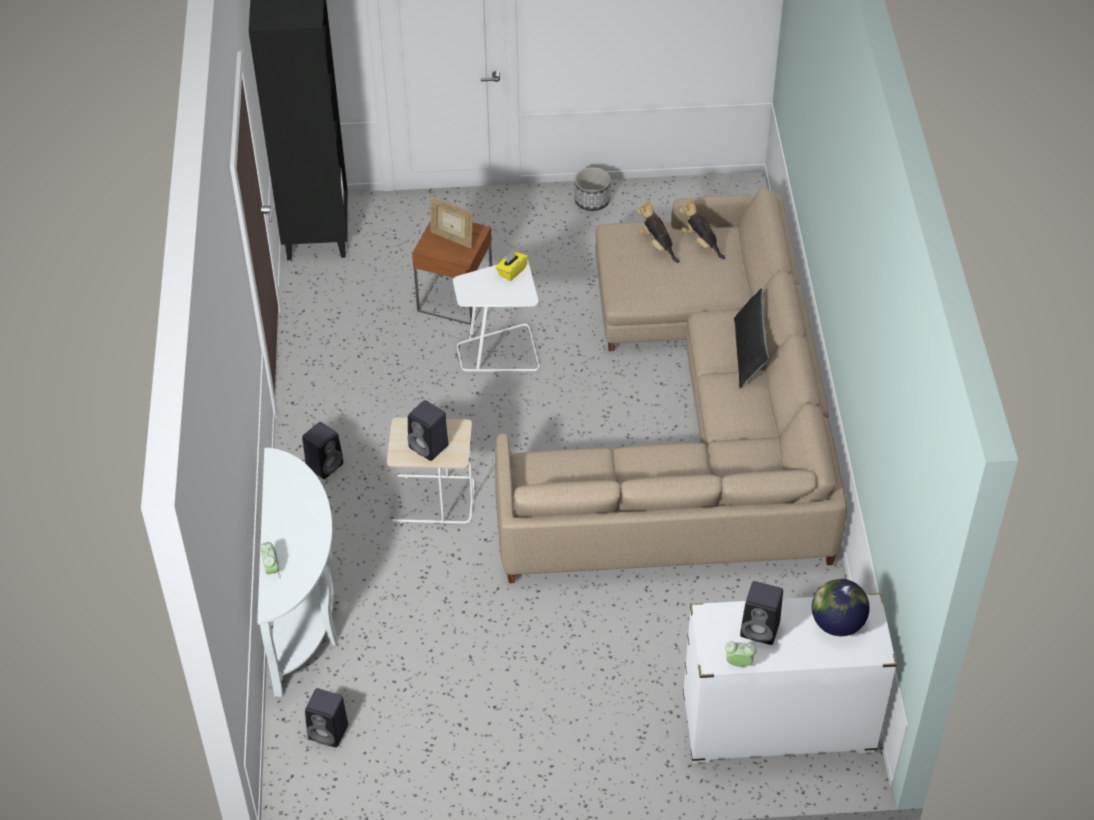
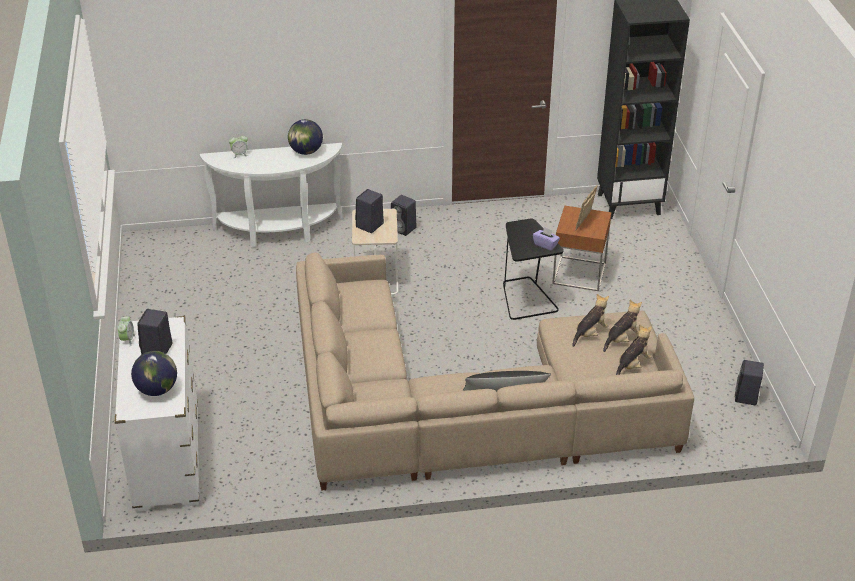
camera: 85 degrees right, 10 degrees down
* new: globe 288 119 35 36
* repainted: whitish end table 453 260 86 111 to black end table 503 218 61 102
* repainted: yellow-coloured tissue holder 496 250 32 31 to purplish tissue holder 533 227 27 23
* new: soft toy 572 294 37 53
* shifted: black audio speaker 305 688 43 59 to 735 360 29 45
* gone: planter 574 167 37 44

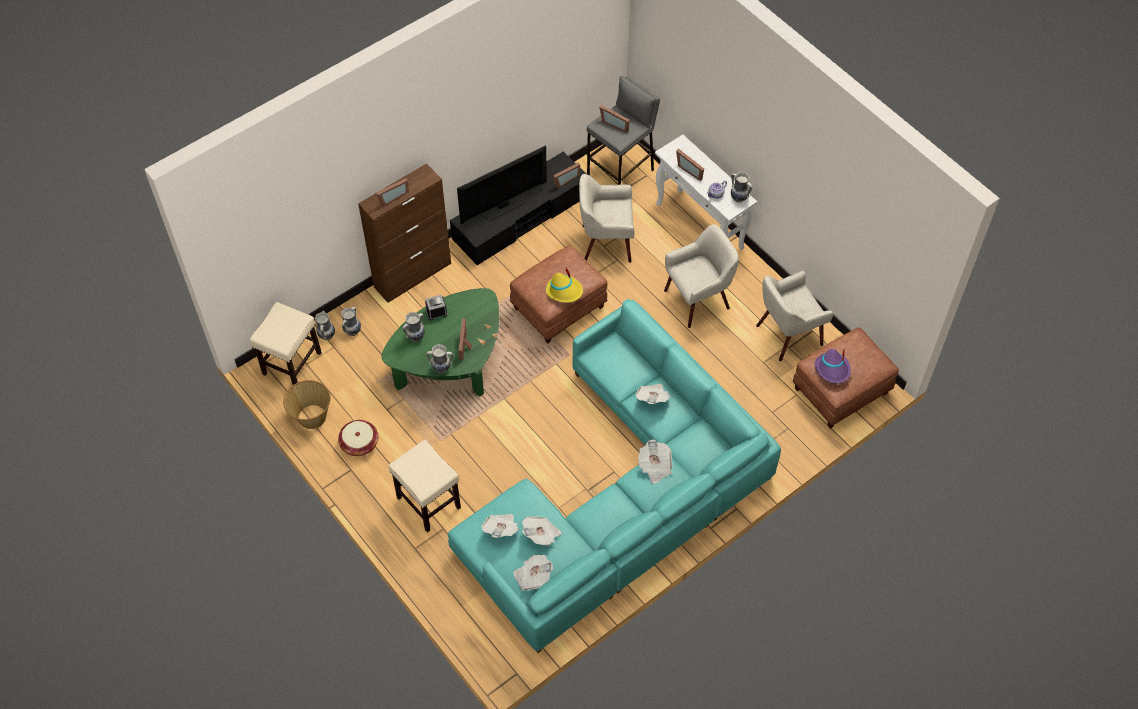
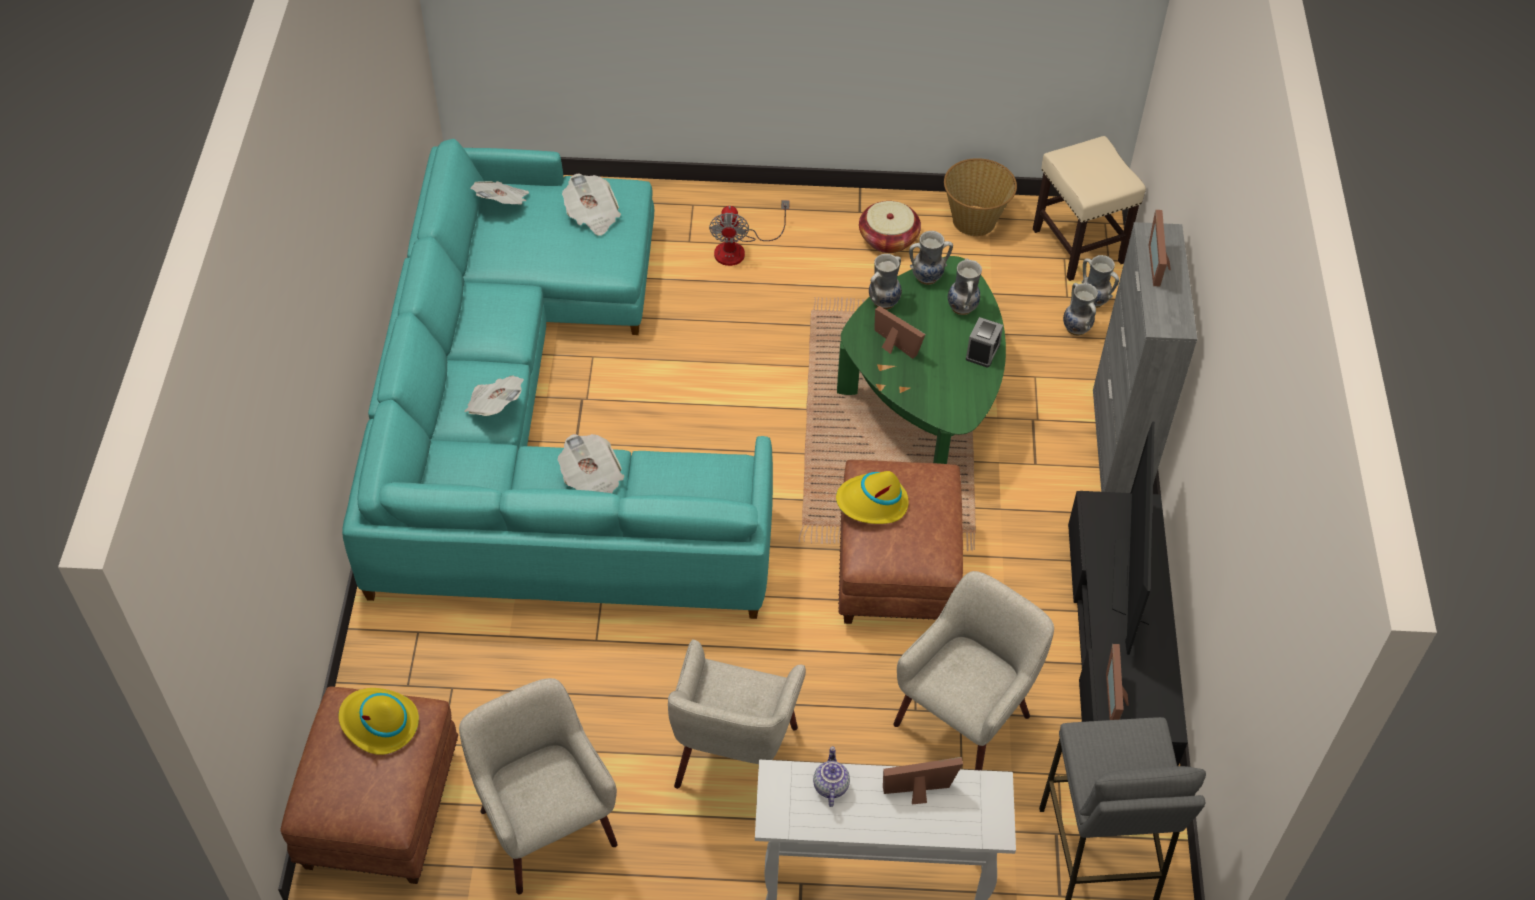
camera: 130 degrees right, 5 degrees down
* repainted: purplish wearable hat 815 347 36 37 to yellow-coloured wearable hat 338 688 81 67
* rotated: sand-coloured lounge chair 756 271 77 90 = 459 678 159 216 45 degrees counterclockwise
* swapped: sand-coloured stool 388 439 73 93 to cooling fan 709 200 81 66
* shifted: flower vase 731 172 21 31 to 909 231 44 54
* repainted: brown-coloured storage cabinet 358 163 93 140 to grey storage cabinet 1093 222 104 271
* gone: newspaper 522 516 39 30
* gone: photo frame 599 105 31 28

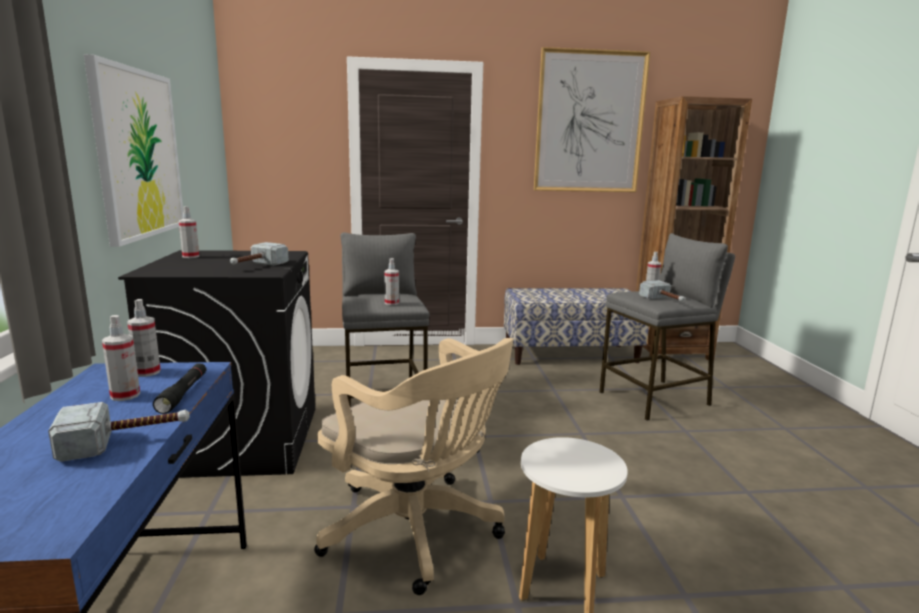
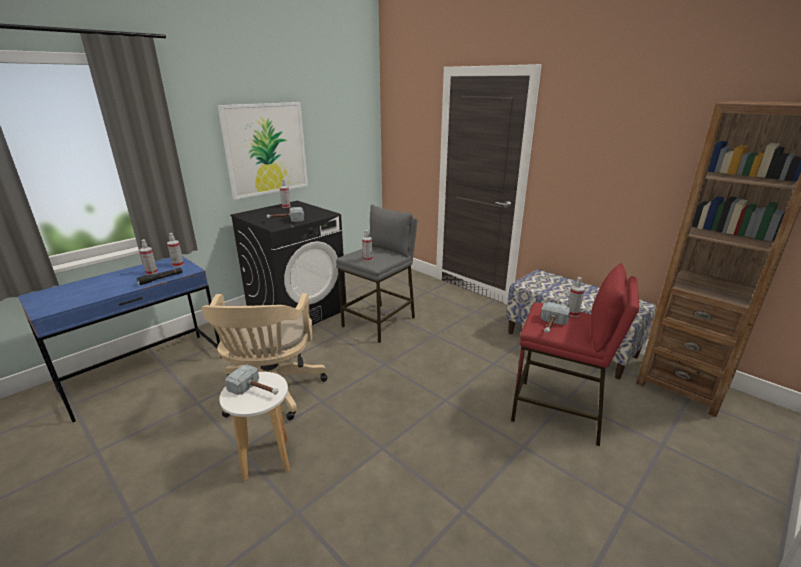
camera: 50 degrees right, 10 degrees up
* shifted: hand hammer 48 402 142 60 to 225 365 53 30
* repainted: grey stool 600 233 135 188 to red stool 511 263 128 183
* gone: wall picture 534 47 116 145

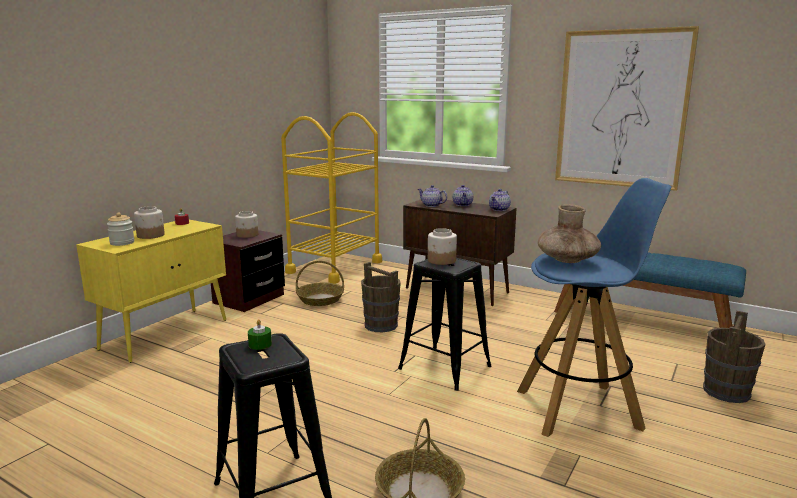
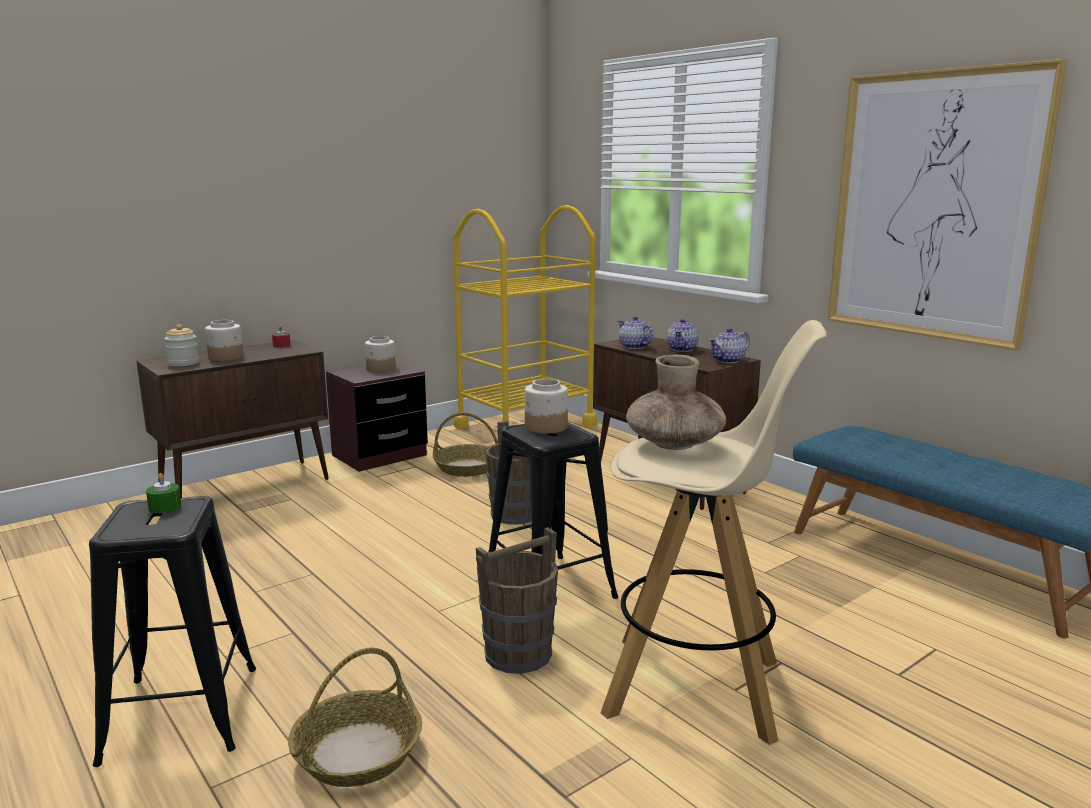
camera: 20 degrees right, 0 degrees up
* repainted: yellow-coloured storage cabinet 76 220 150 143 to brown-coloured storage cabinet 136 340 193 158
* shifted: brown-coloured bucket 703 311 63 92 to 476 527 82 147
* repainted: bluish stool 517 178 155 259 to sand-coloured stool 601 320 226 425

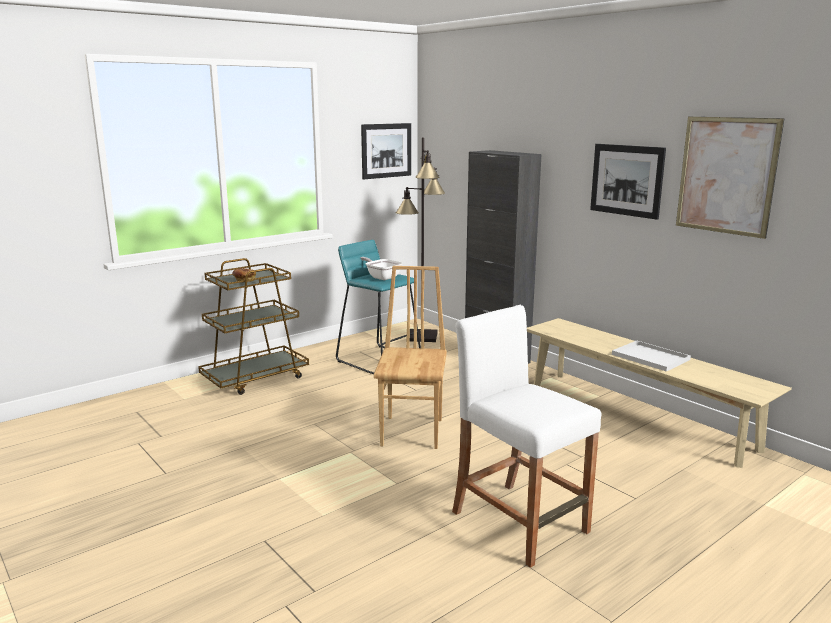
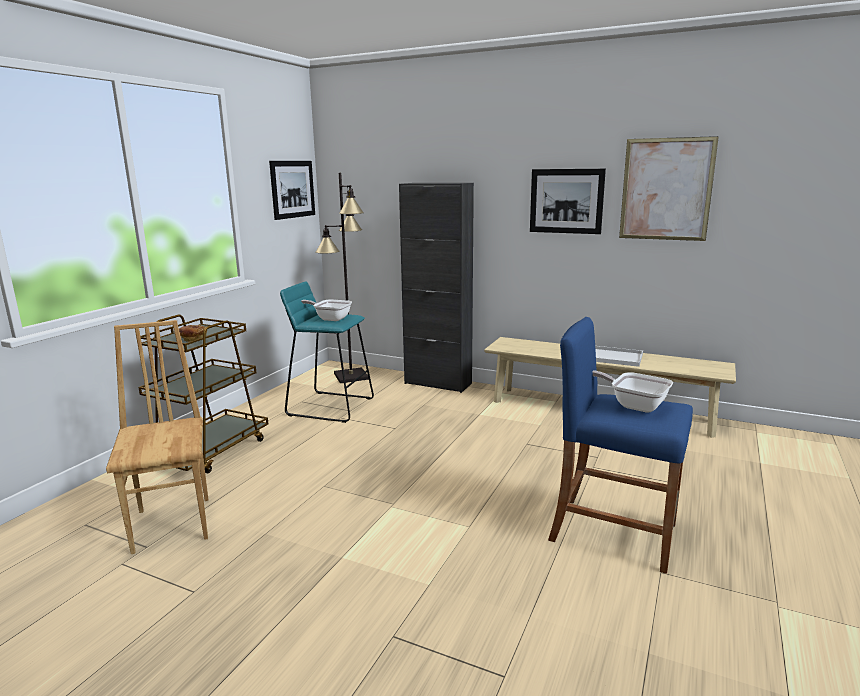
camera: 25 degrees left, 0 degrees up
* shifted: brown-coloured chair 374 266 73 183 to 106 320 102 234
* repainted: whitish stool 452 305 149 263 to bluish stool 548 317 145 257
* new: frying pan 592 370 81 43

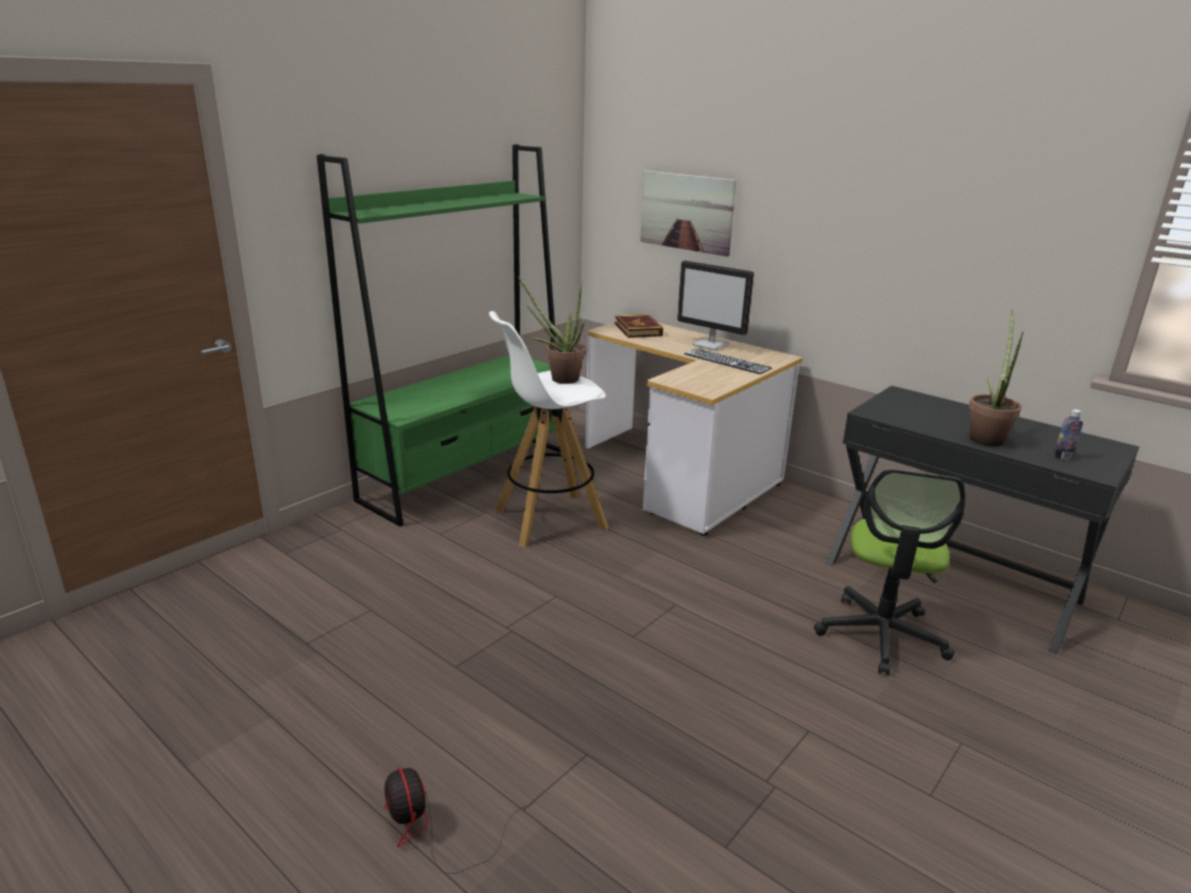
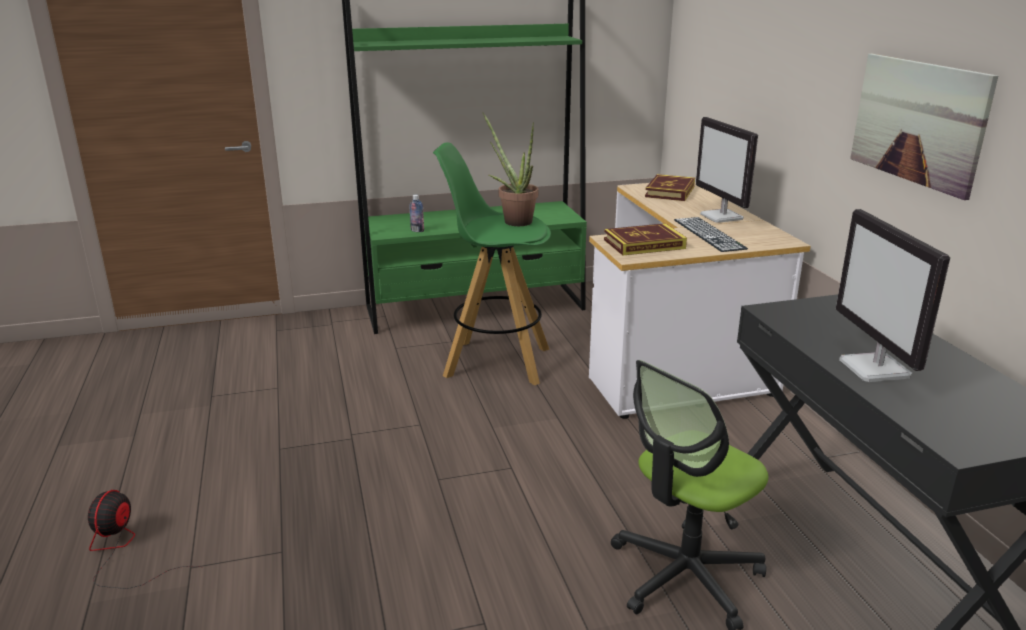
camera: 35 degrees right, 0 degrees up
* shifted: bottle 1054 409 29 51 to 409 195 15 37
* repainted: whitish stool 489 311 120 236 to greenish stool 433 142 118 243
* new: book 604 223 83 32
* swapped: houseplant 969 310 55 137 to computer screen 836 209 114 173
* shifted: wall picture 640 170 96 87 to 850 54 148 146

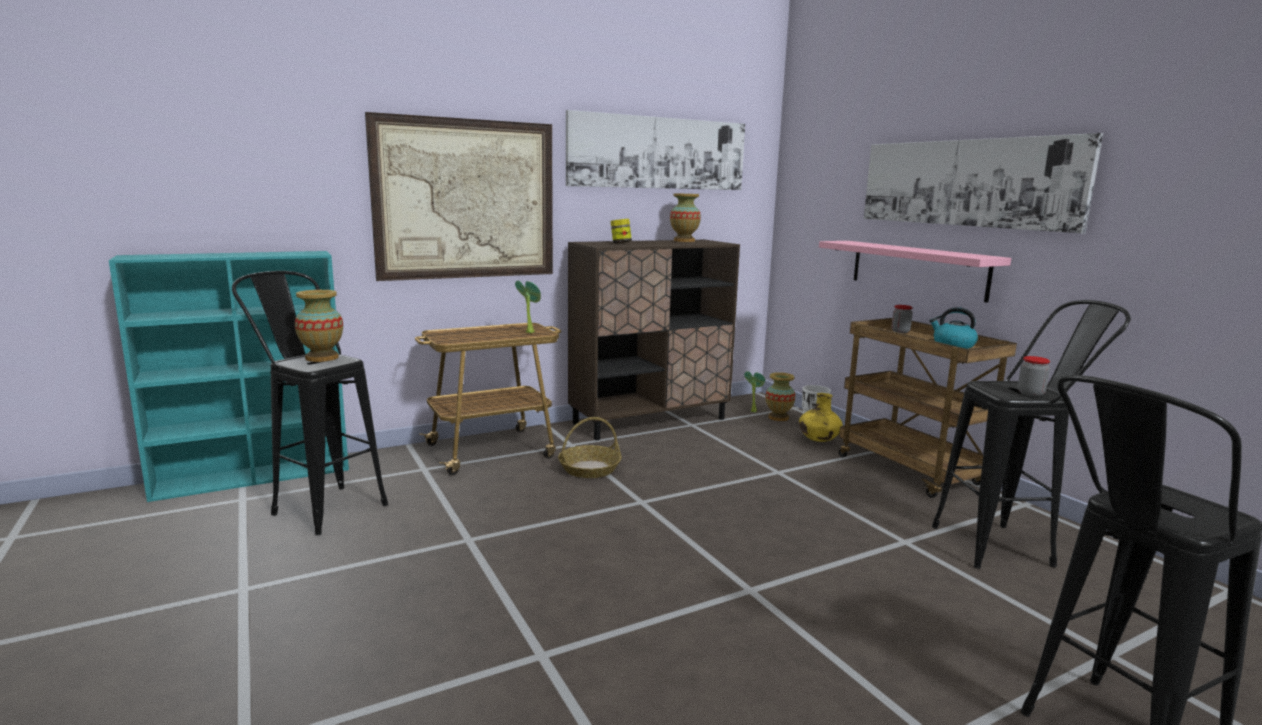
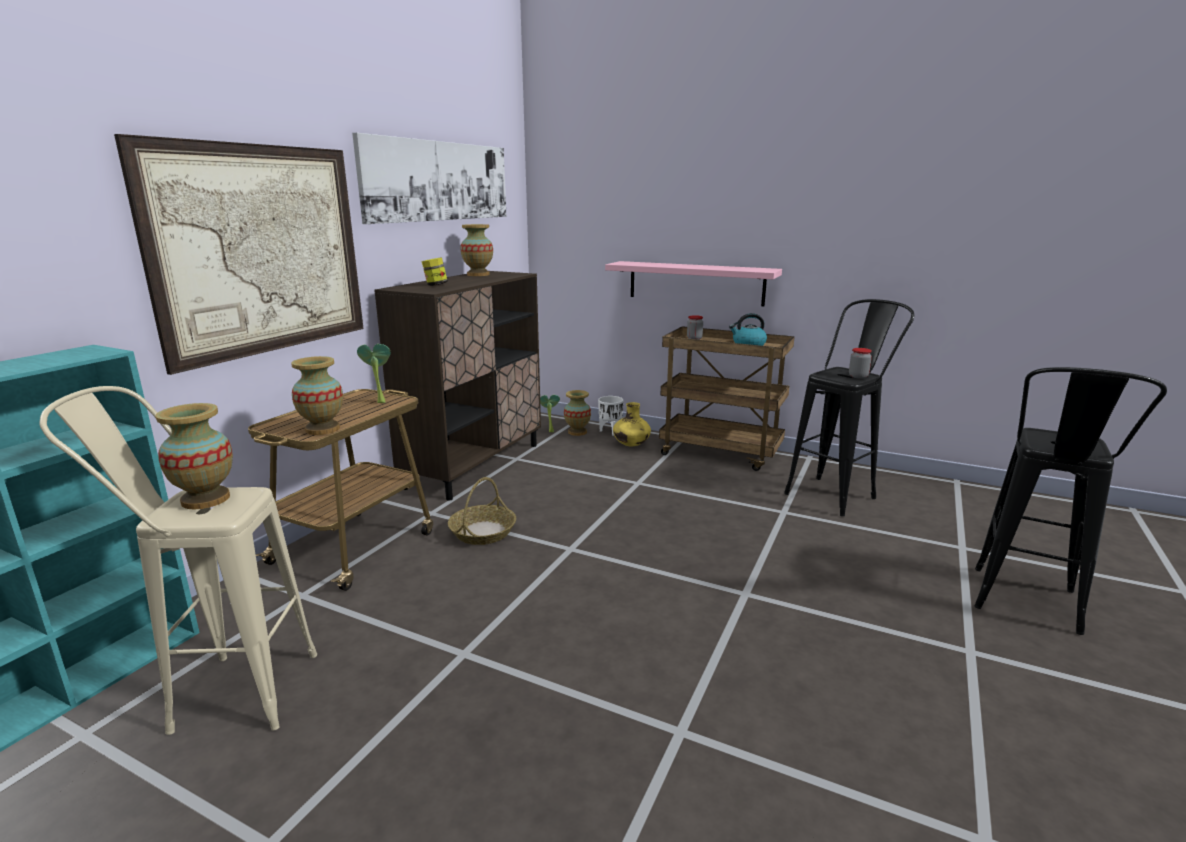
camera: 35 degrees left, 5 degrees up
* repainted: black stool 232 271 156 264 to sand-coloured stool 39 386 278 349
* new: flower vase 291 356 52 79
* gone: wall picture 864 133 239 100

